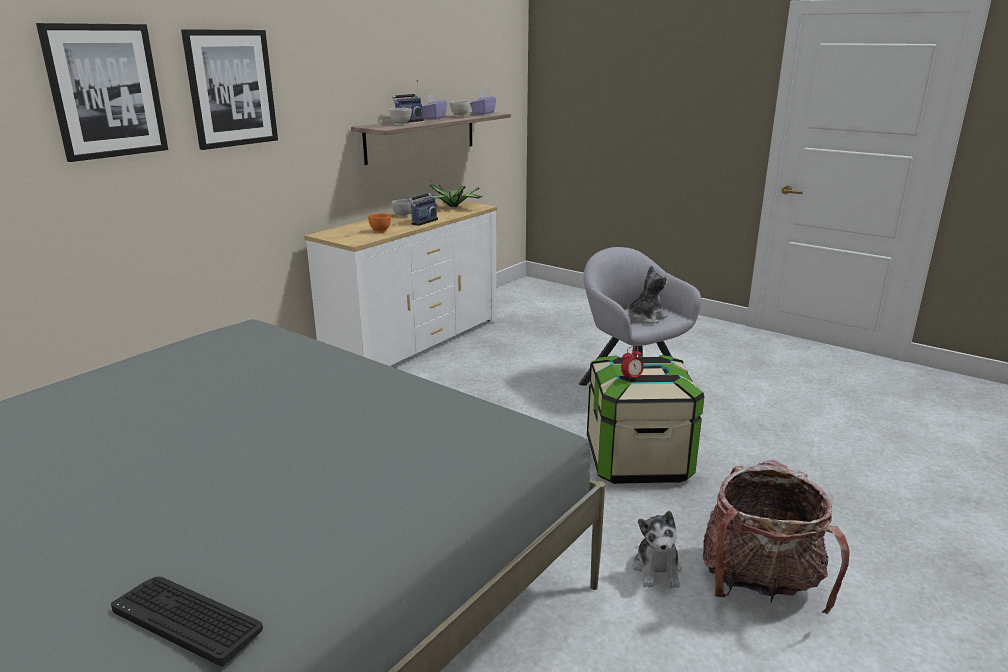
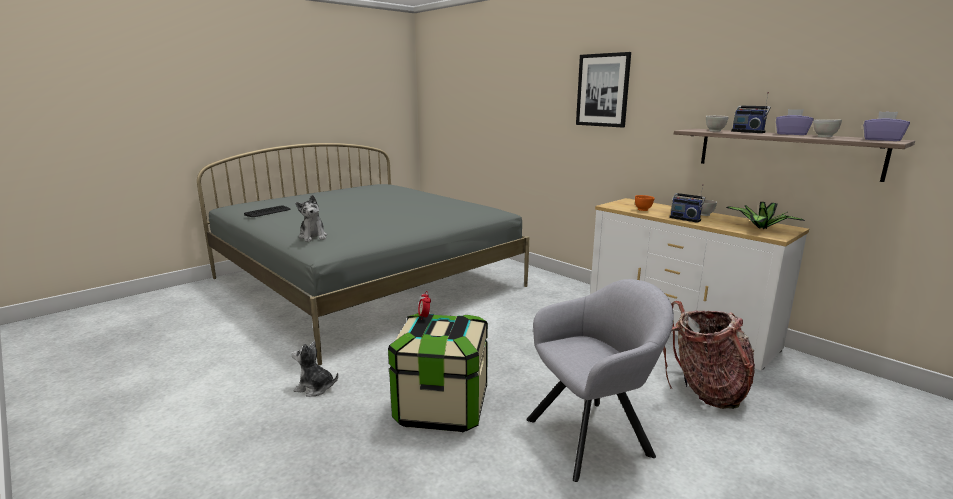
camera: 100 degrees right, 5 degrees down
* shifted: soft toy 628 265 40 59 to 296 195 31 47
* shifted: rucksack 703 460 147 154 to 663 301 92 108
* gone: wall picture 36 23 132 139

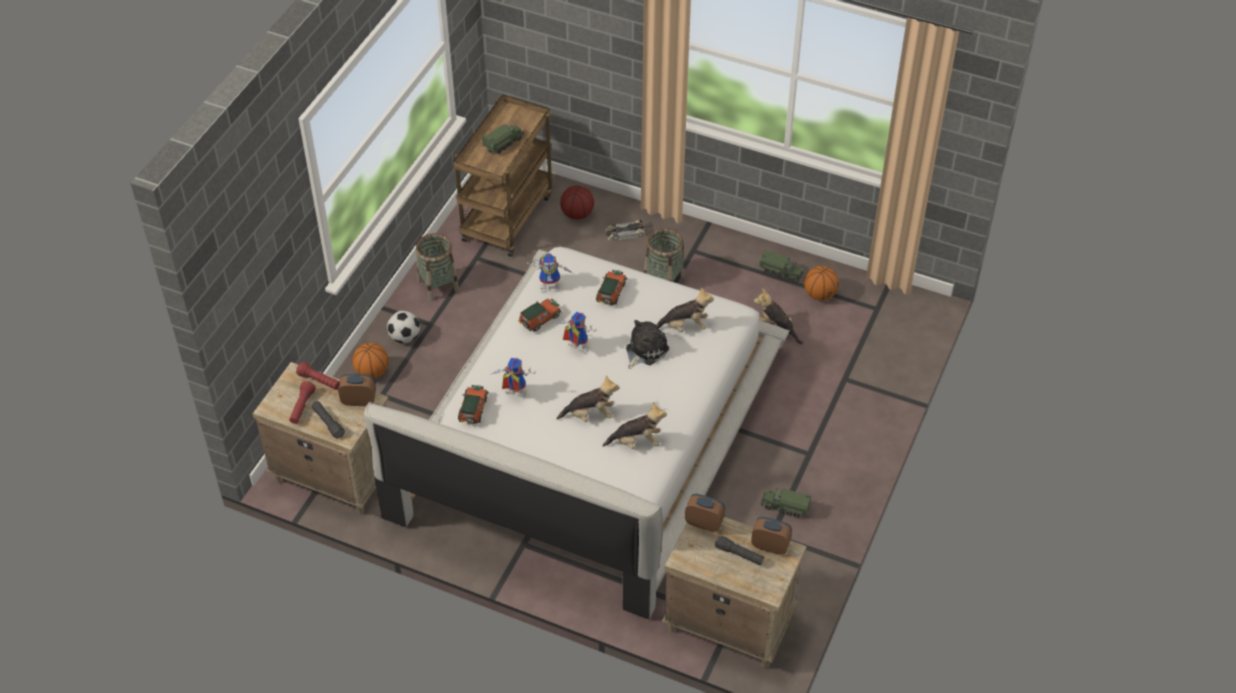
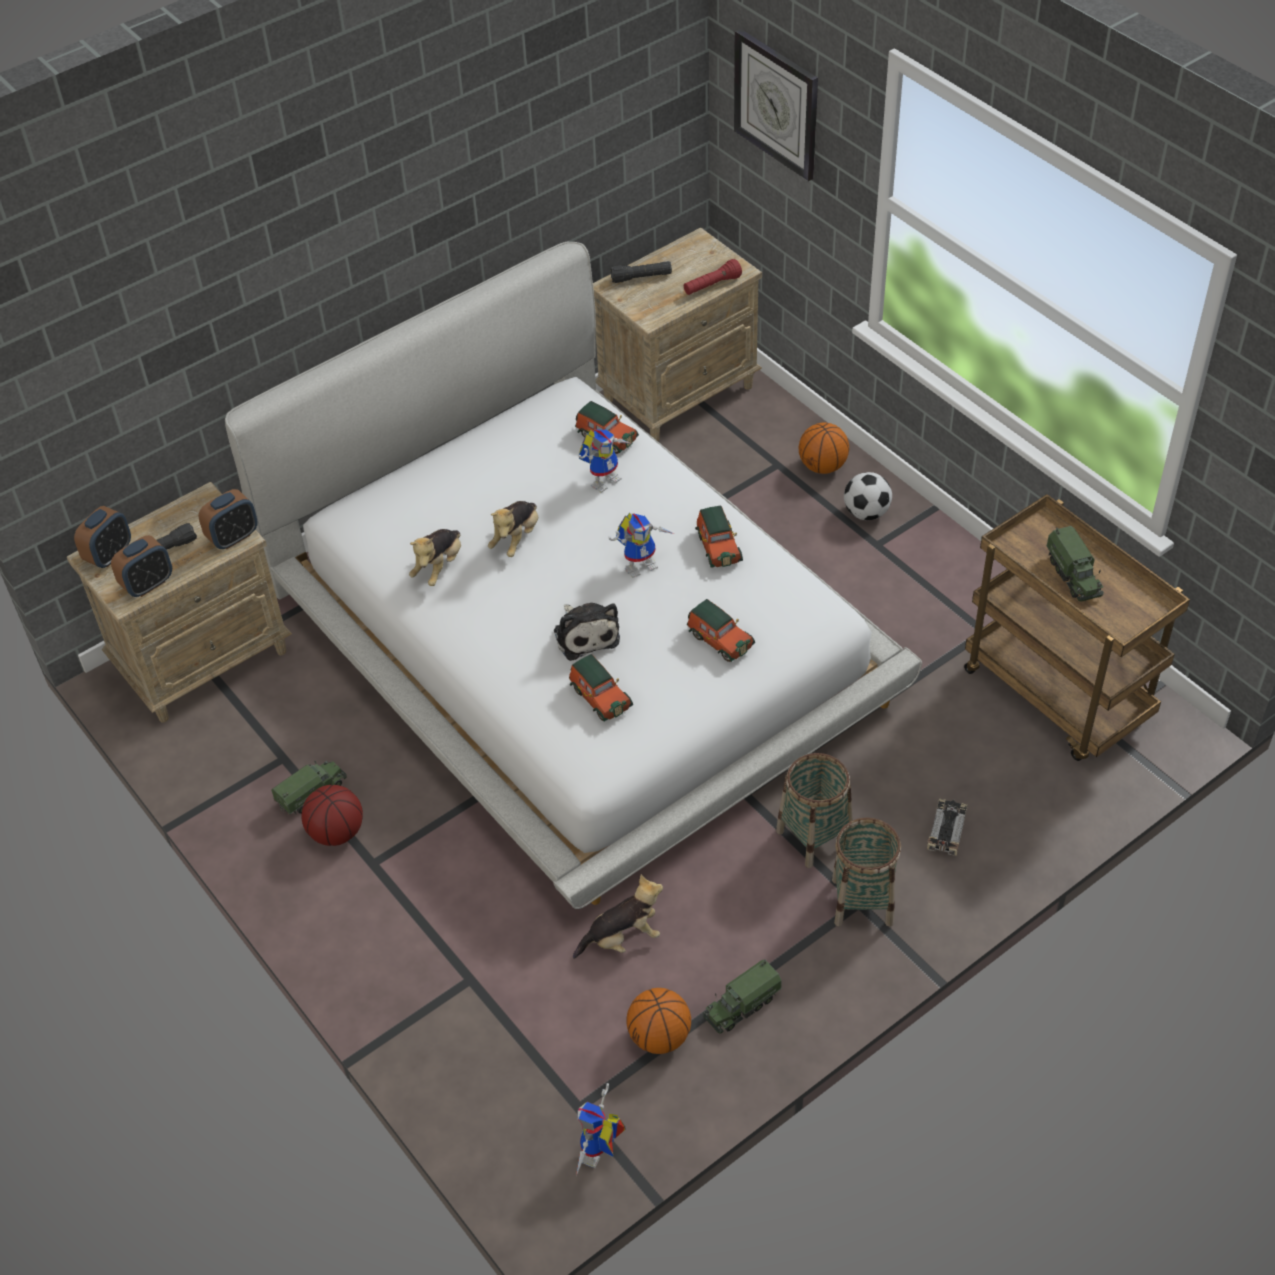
camera: 120 degrees right, 0 degrees up
* shifted: bedside clock 338 374 38 32 to 74 506 57 62
* shifted: ball for basketball 560 186 34 34 to 301 785 62 61
* swapped: soft toy 656 287 58 45 to model car 569 654 64 67
* shifted: toy robot 527 252 47 40 to 576 1083 49 93
* new: hanging clock 734 29 84 152
* shifted: household basket 416 233 43 68 to 832 817 69 110
* gone: red flashlight 289 381 26 43

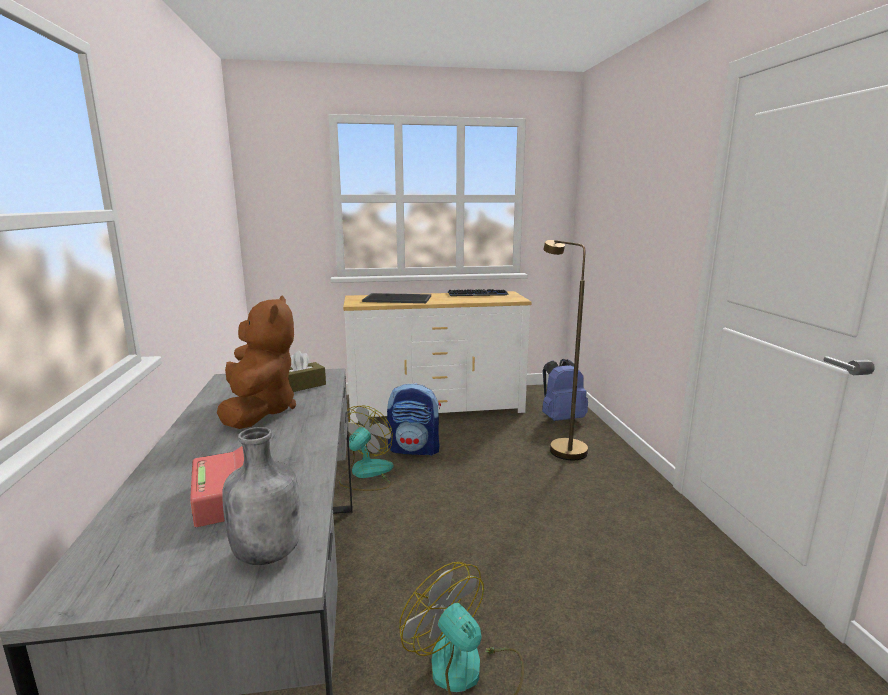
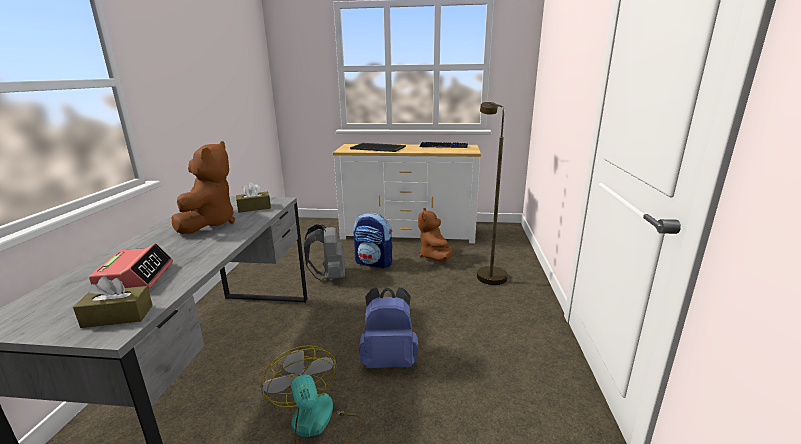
camera: 15 degrees right, 5 degrees up
* swapped: grey bottle 222 427 79 138 to brown-coloured tissue holder 73 276 80 52
* swapped: cooling fan 339 405 54 86 to grey rucksack 303 224 42 57
* shifted: bluish rucksack 542 359 46 62 to 359 286 60 82
* new: brown-coloured soft toy 418 208 35 54

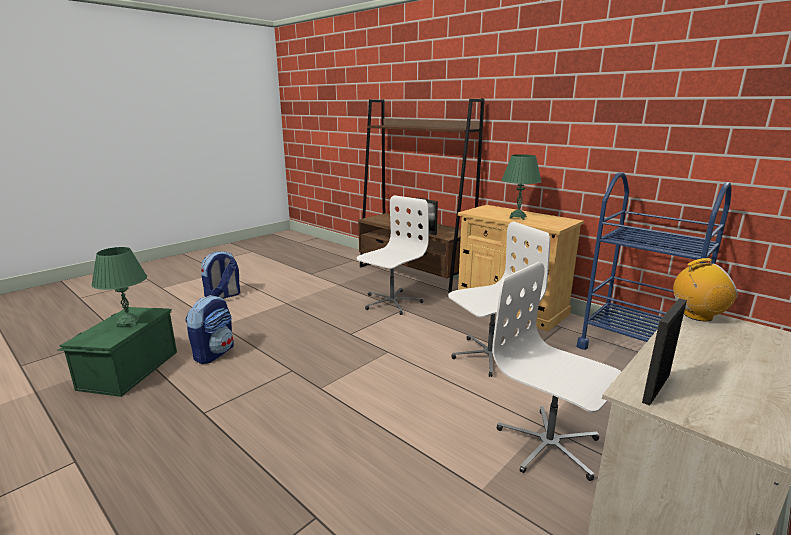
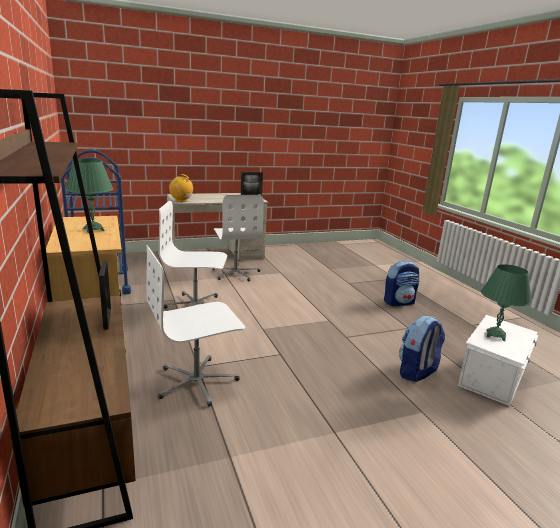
camera: 155 degrees left, 0 degrees up
* shifted: rucksack 201 251 39 48 to 384 260 35 46
* repainted: greenish storage box 58 307 119 90 to whitish storage box 458 315 80 91

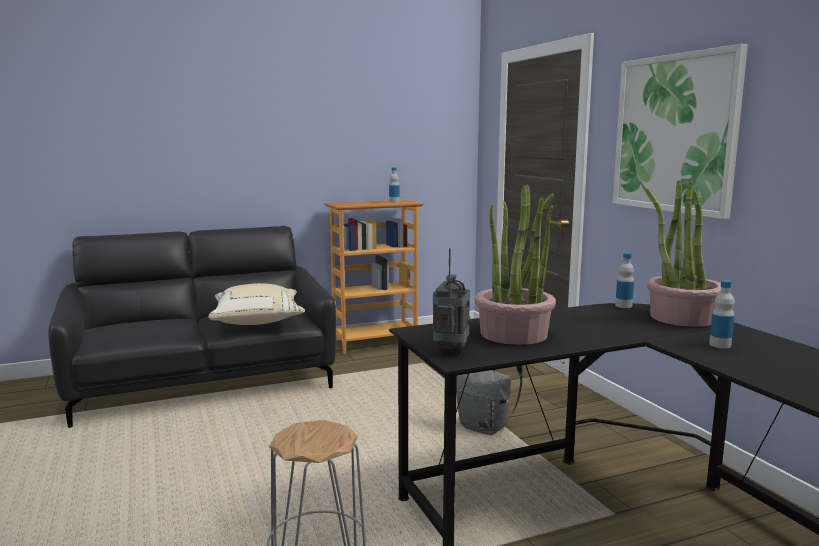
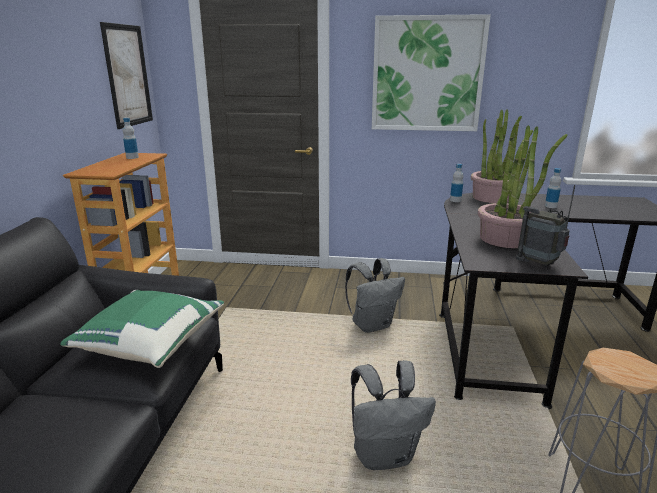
camera: 60 degrees left, 10 degrees up
* repainted: sand-coloured cushion 208 283 97 42 to greenish cushion 60 290 164 78
* new: wall picture 100 22 53 107
* new: grey rucksack 351 360 85 110

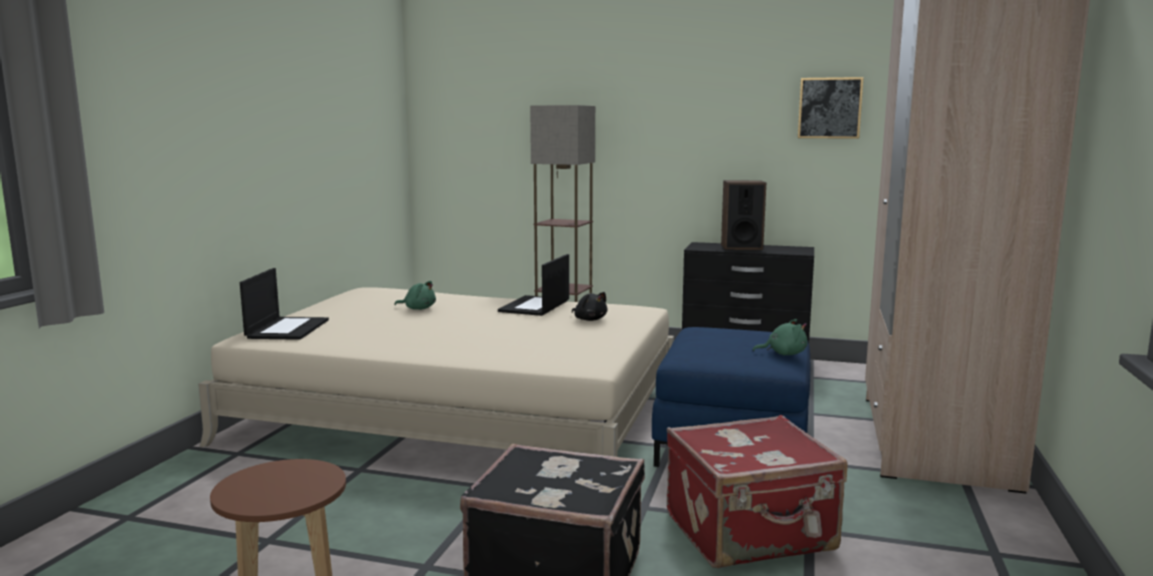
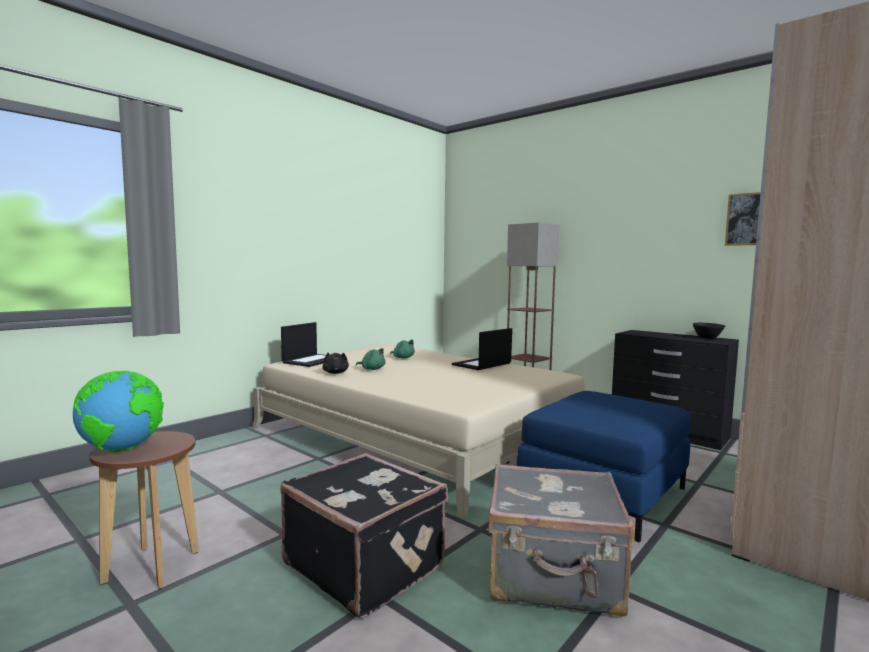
camera: 25 degrees right, 5 degrees down
* new: globe 73 371 91 81
* shifted: black soft toy 572 292 36 29 to 322 353 27 21
* shifted: greenish soft toy 753 319 54 36 to 356 348 30 22
* repainted: red travel case 667 415 181 153 to grey travel case 488 464 147 152
* new: black bowl 693 323 32 16
* gone: audio speaker 721 180 45 70

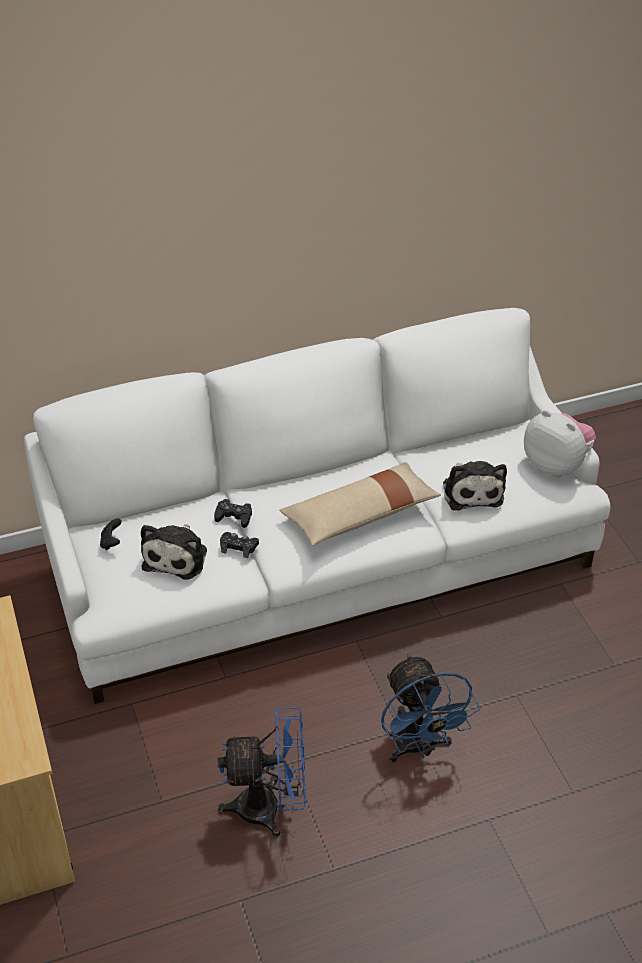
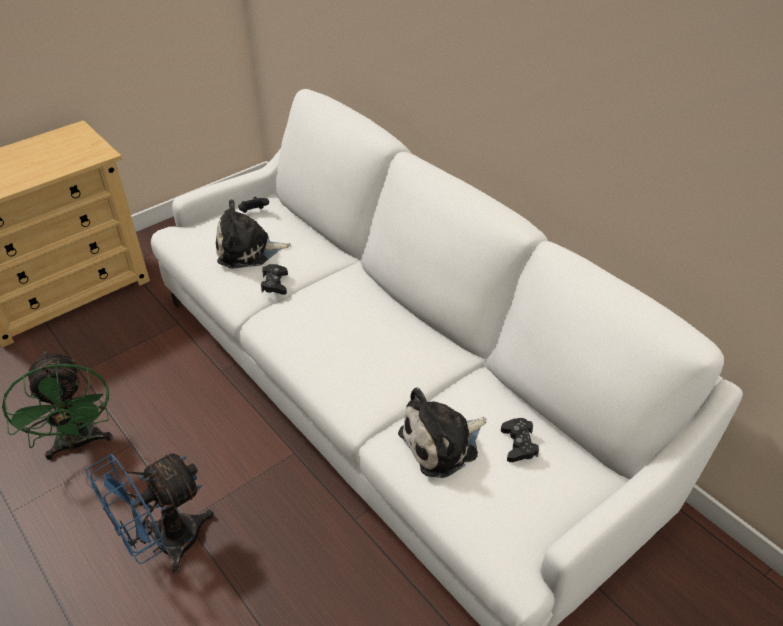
camera: 70 degrees right, 0 degrees up
* repainted: bluish cooling fan 217 707 89 131 to greenish cooling fan 2 351 111 109
* shifted: black gamepad 214 499 38 29 to 501 418 38 44
* gone: sand-coloured cushion 279 462 162 84
* gone: soft toy 524 410 72 67

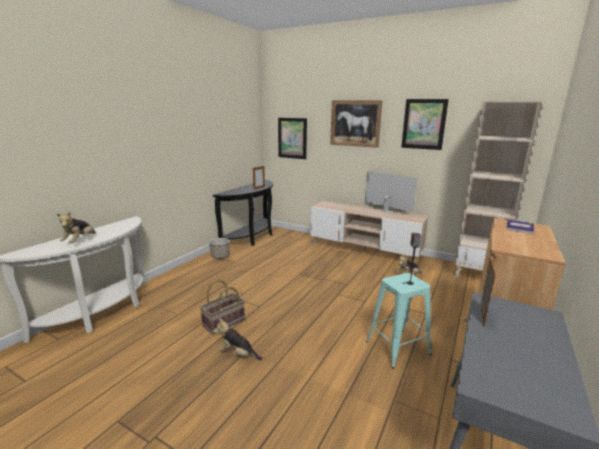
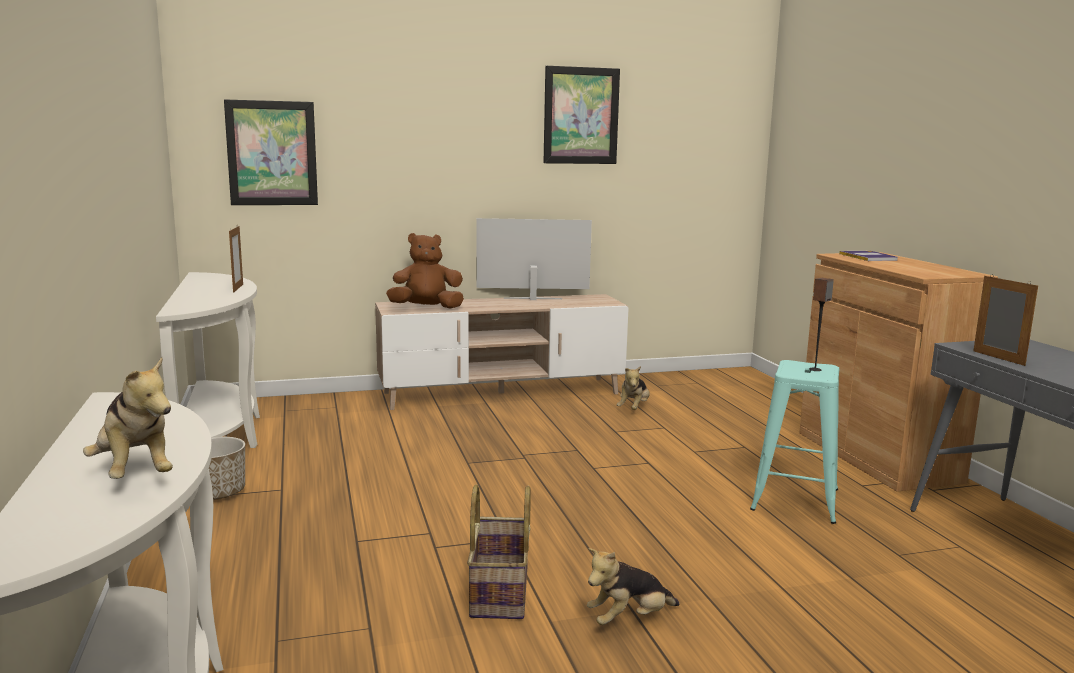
camera: 45 degrees left, 5 degrees down
* repainted: black hall table 213 180 60 66 to whitish hall table 156 272 104 176
* new: brown-coloured soft toy 386 233 78 76
* gone: wall picture 330 100 53 48
* gone: sand-coloured bookcase 454 100 90 178

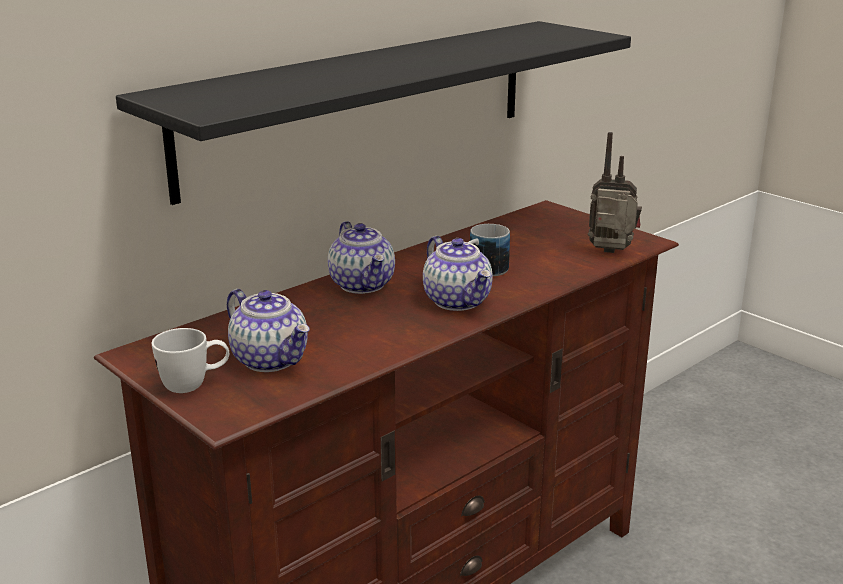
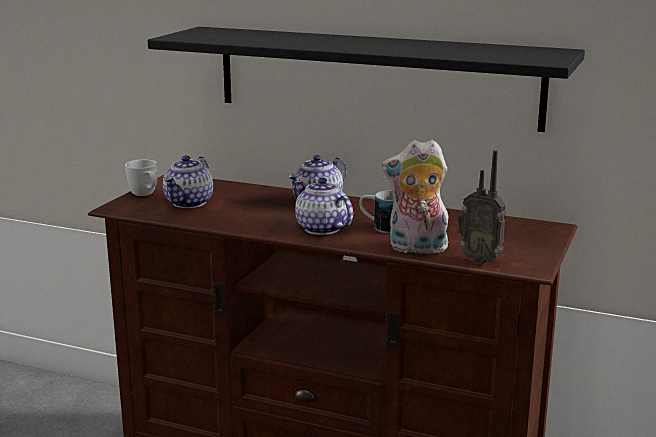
camera: 65 degrees right, 5 degrees down
* rotated: pot for tea 423 236 70 75 = 294 178 59 57 105 degrees clockwise
* new: soft toy 382 139 67 115
* rotated: radio 588 132 54 121 = 457 150 49 114 135 degrees clockwise

